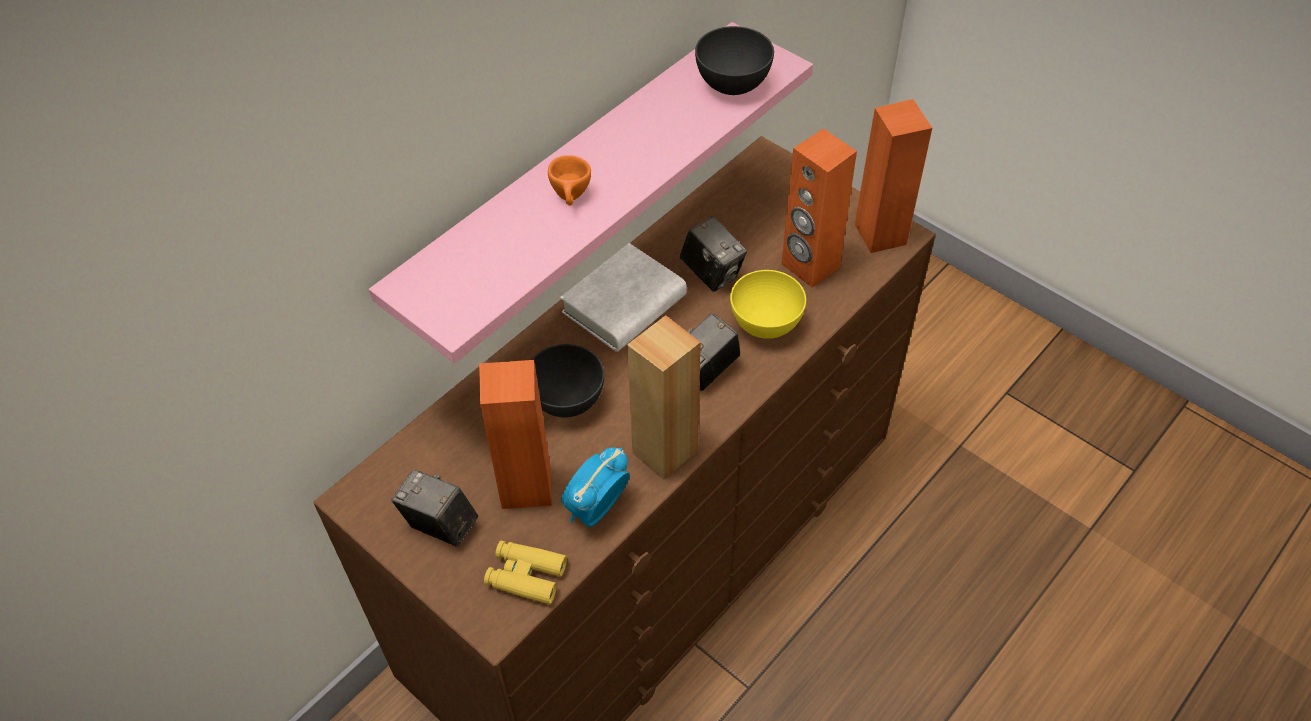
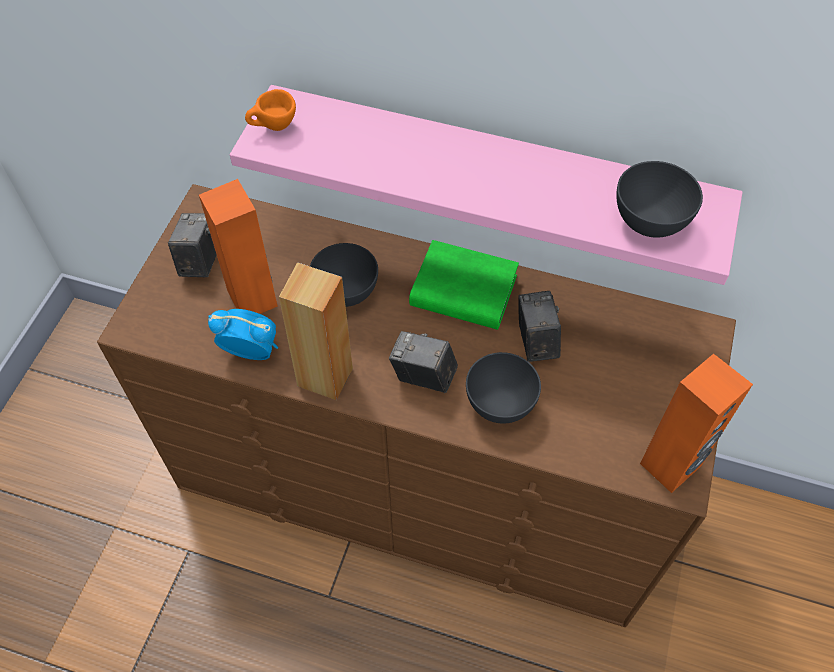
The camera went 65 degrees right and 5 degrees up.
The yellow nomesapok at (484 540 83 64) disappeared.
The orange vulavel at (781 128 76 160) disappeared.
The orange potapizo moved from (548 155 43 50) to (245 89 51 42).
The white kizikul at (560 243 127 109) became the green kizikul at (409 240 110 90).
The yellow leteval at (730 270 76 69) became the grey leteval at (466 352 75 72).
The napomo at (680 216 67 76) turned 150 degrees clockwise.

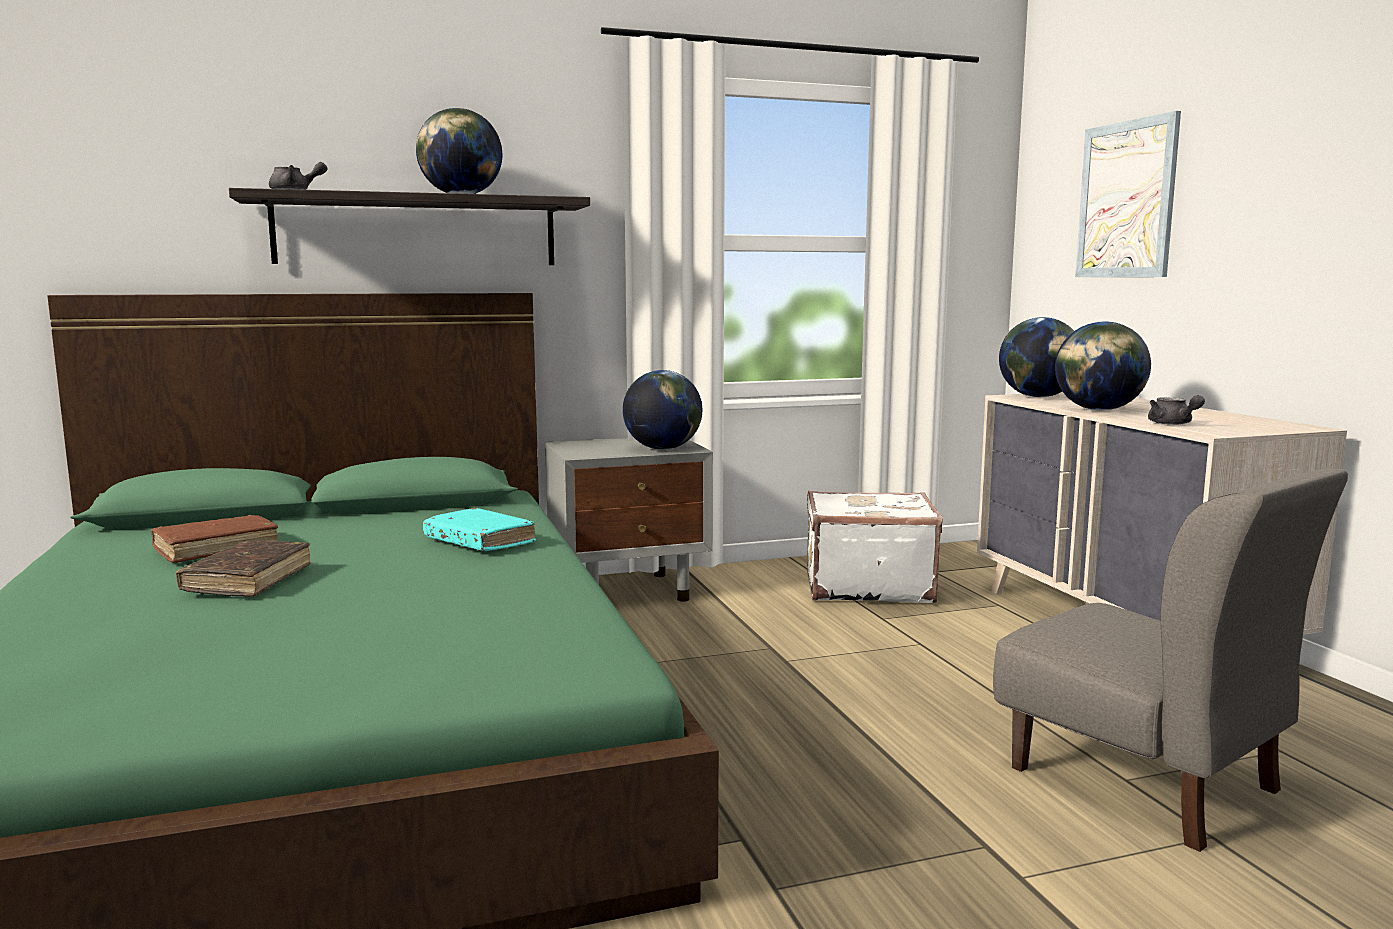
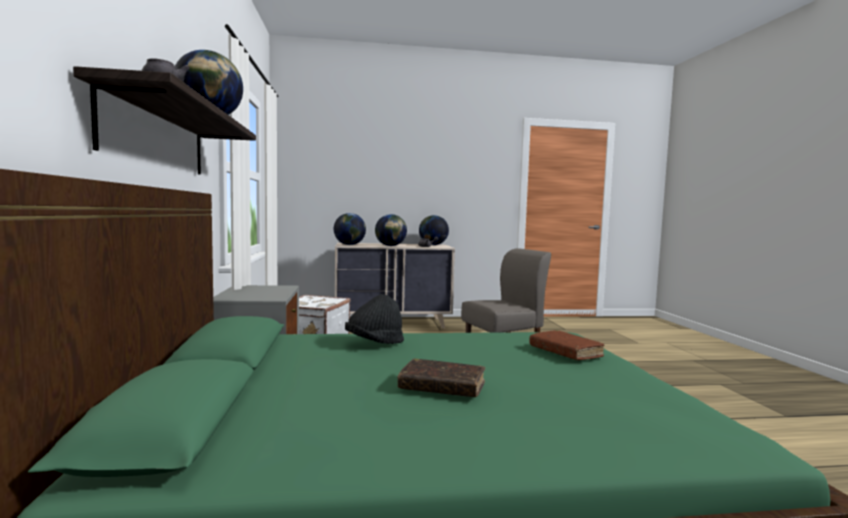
The camera went 80 degrees left and 5 degrees down.
The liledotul at (1075 111 106 166) disappeared.
The brown kizikul moved from (151 515 127 48) to (529 330 75 30).
The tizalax moved from (623 370 79 80) to (419 215 30 30).
The turquoise kizikul at (423 508 113 43) was replaced by the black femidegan at (345 294 59 50).

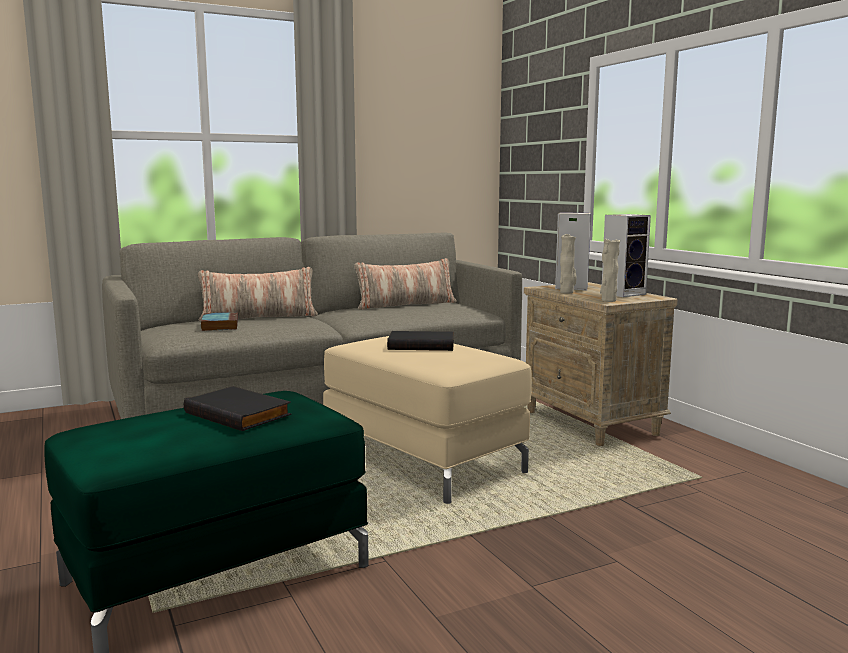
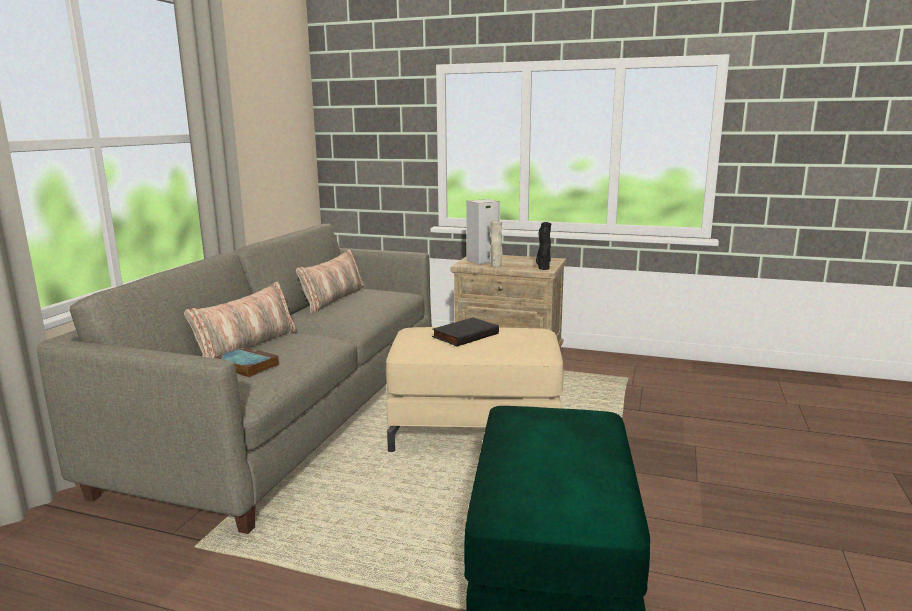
The camera went 45 degrees left and 5 degrees up.
The black kizikul at (184 386 107 45) disappeared.
The vulavel at (602 214 49 83) disappeared.
The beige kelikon at (600 239 20 63) became the black kelikon at (536 222 15 48).

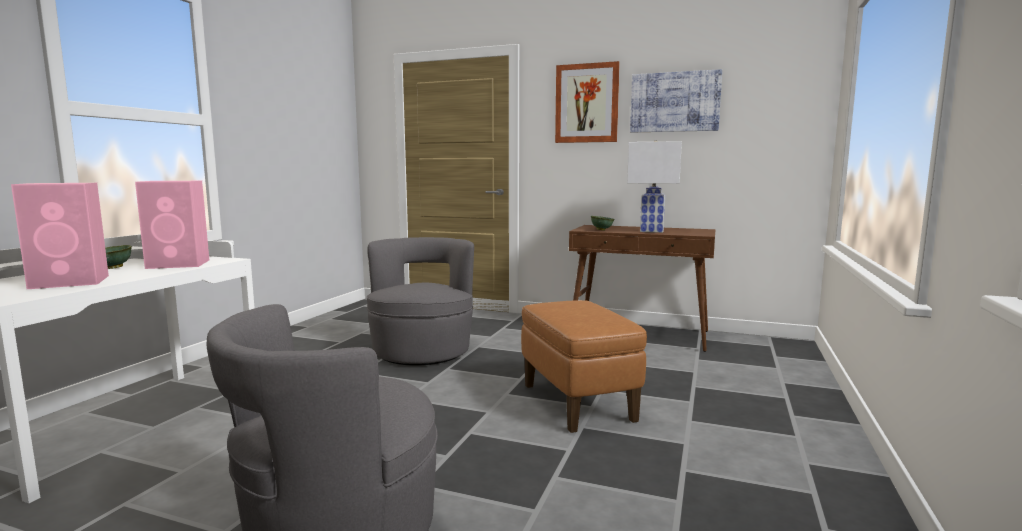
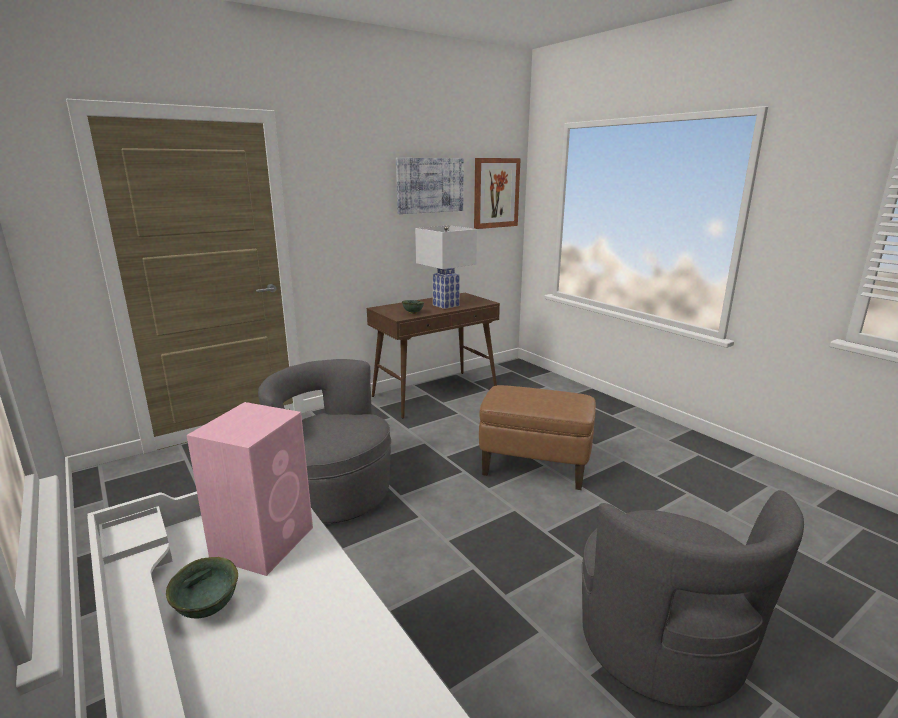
The camera went 55 degrees left and 10 degrees up.
The pink vulavel at (11 183 98 106) disappeared.
The liledotul moved from (555 61 65 82) to (474 158 47 71).

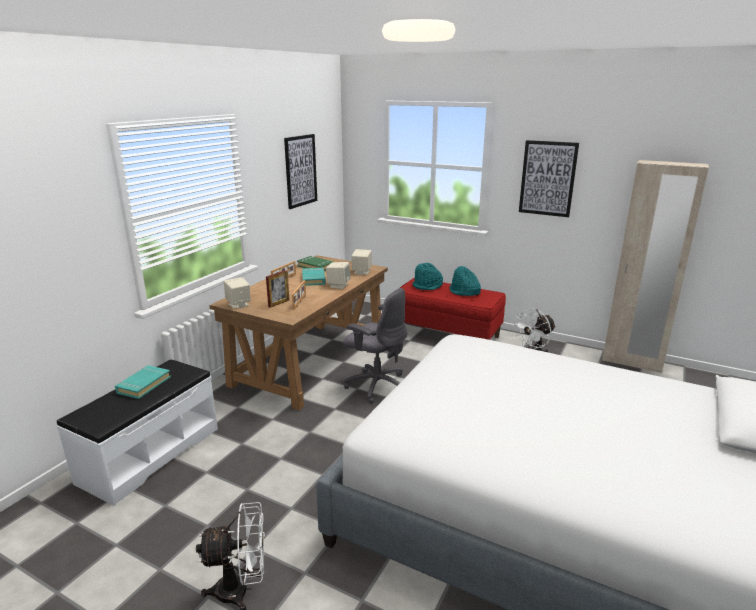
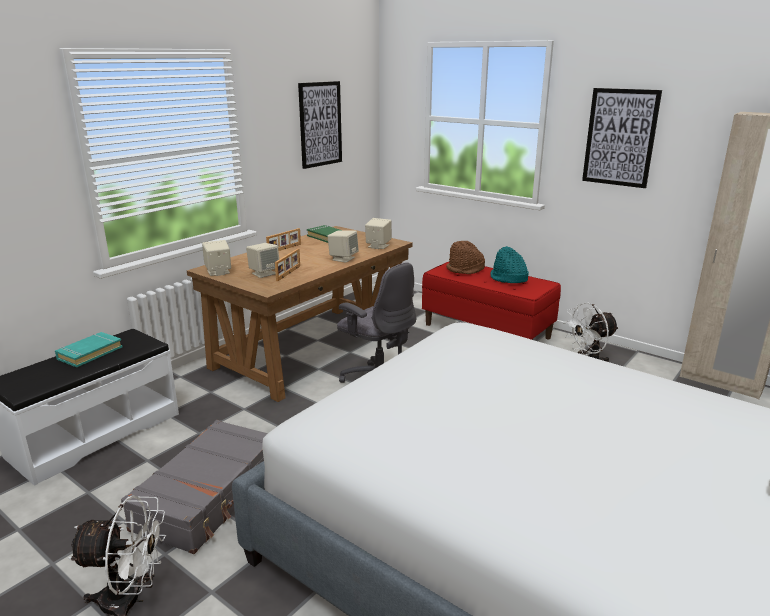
The camera went 10 degrees right and 0 degrees up.
The turquoise kizikul at (302 268 24 18) disappeared.
The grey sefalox at (121 420 147 134) appeared.
The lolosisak at (266 270 23 38) was replaced by the beige vulavel at (246 243 33 35).
The turquoise femidegan at (413 263 30 27) became the brown femidegan at (446 241 39 33).

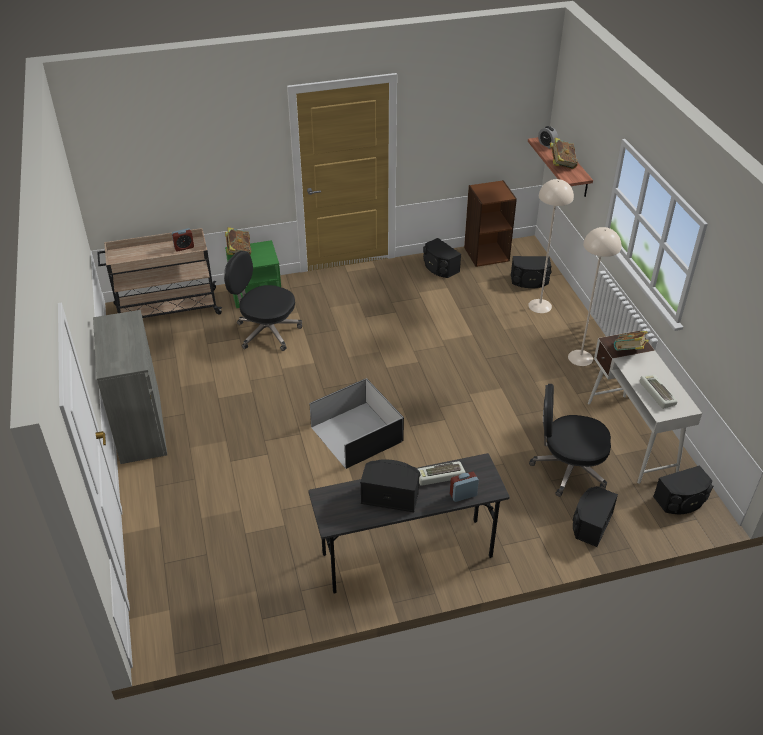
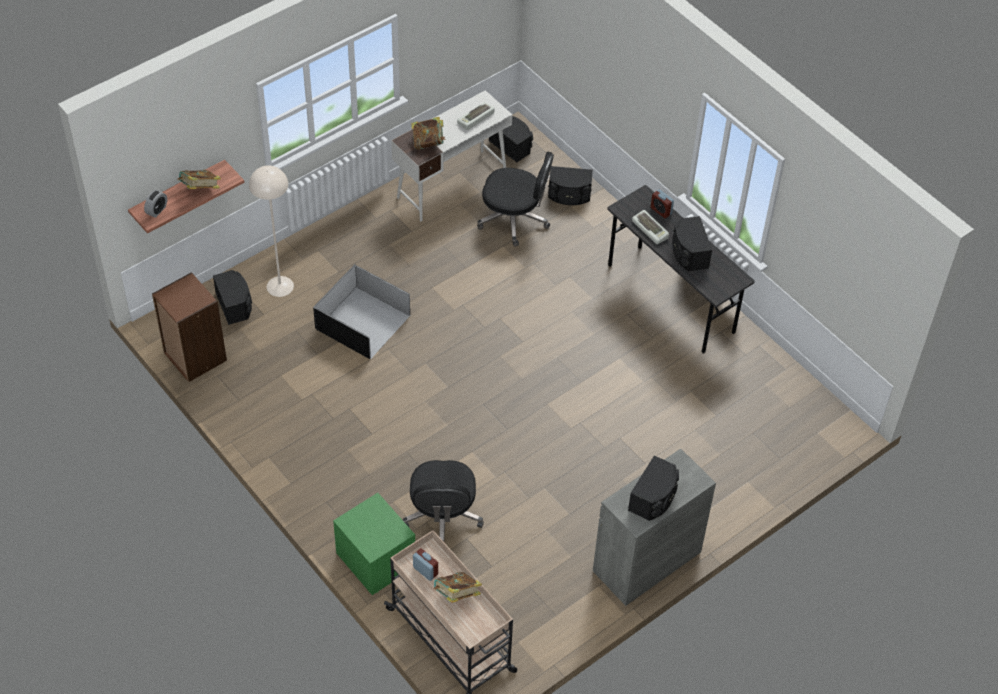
The camera went 115 degrees left and 10 degrees up.
The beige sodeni at (568 227 53 139) disappeared.
The kizikul moved from (225 227 26 28) to (433 572 49 31).
The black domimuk moved from (309 378 95 91) to (313 264 98 95).
The black vulavel moved from (423 238 38 40) to (628 455 51 66).
The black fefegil at (529 384 82 113) turned 60 degrees counterclockwise.

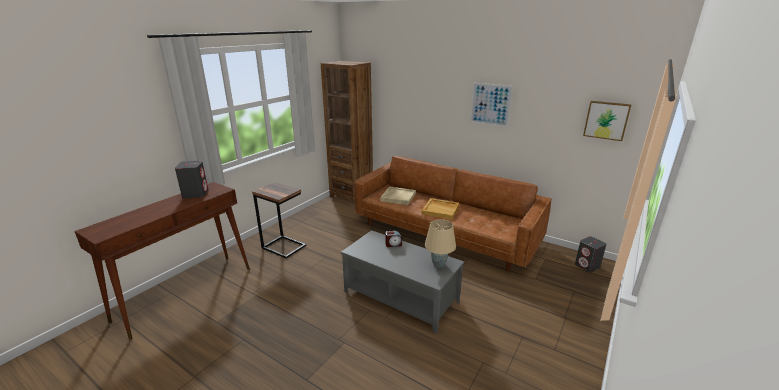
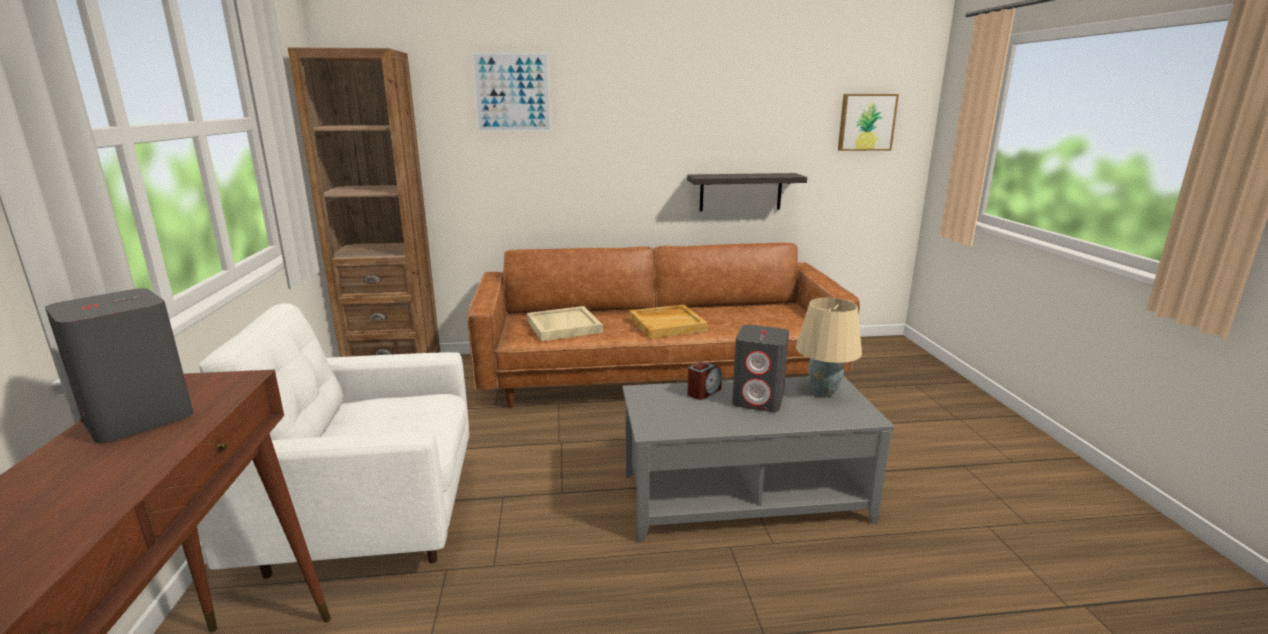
The camera went 40 degrees left and 5 degrees down.
The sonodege at (687 173 120 38) appeared.
The liledotul moved from (470 83 43 44) to (471 52 81 81).
The grey vulavel moved from (575 236 31 36) to (732 325 57 87).
The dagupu at (252 182 54 77) was replaced by the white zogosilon at (197 303 272 276).

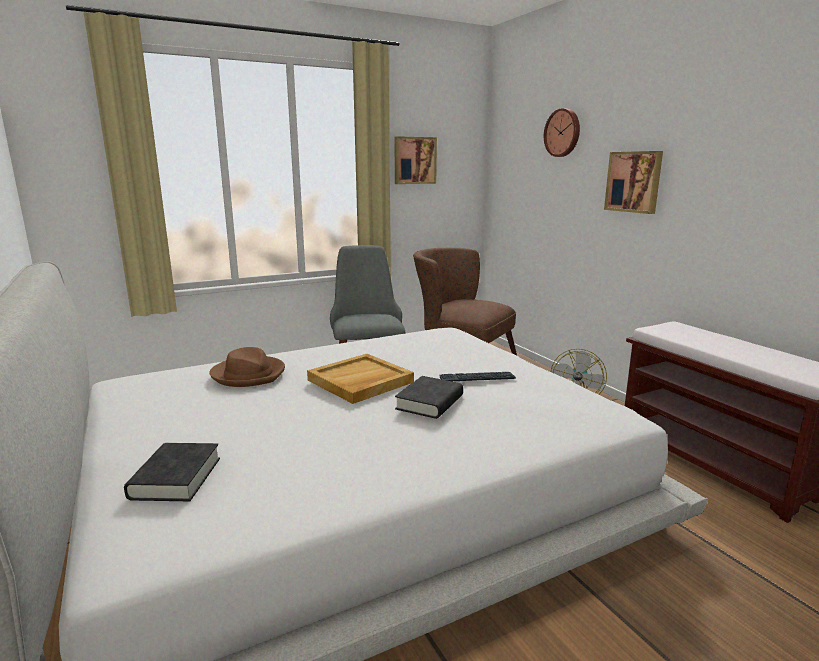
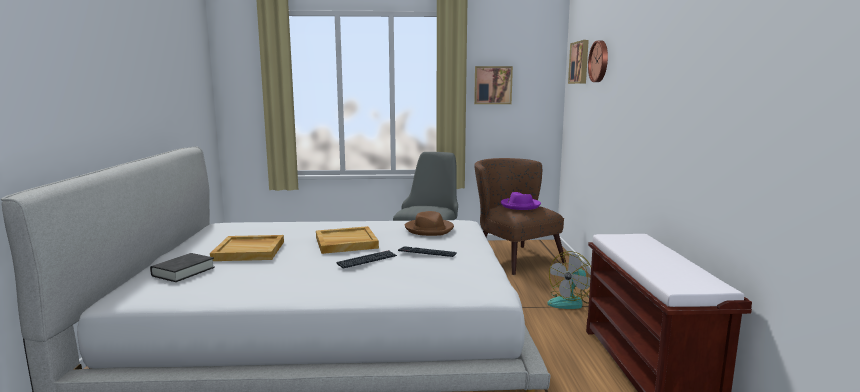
The camera went 25 degrees right and 5 degrees down.
The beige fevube at (210 235 74 26) appeared.
The purple femidegan at (501 192 40 18) appeared.
The brown femidegan moved from (209 347 76 40) to (405 211 49 25).
The liledotul moved from (604 151 59 63) to (568 40 21 44).
The black kizikul at (395 376 68 43) was replaced by the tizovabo at (336 250 61 19).

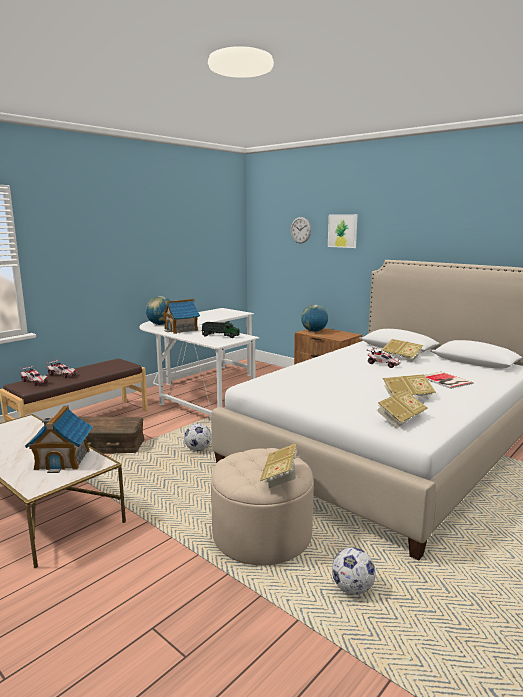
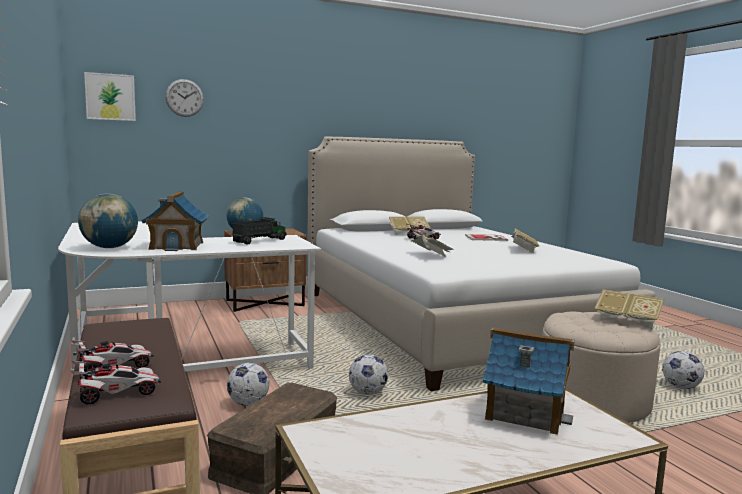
The camera went 65 degrees left and 5 degrees down.
The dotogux at (227 363 43 43) appeared.
The liledotul moved from (328 214 30 34) to (84 72 52 49).
The kizikul moved from (376 390 52 38) to (410 231 44 27).

